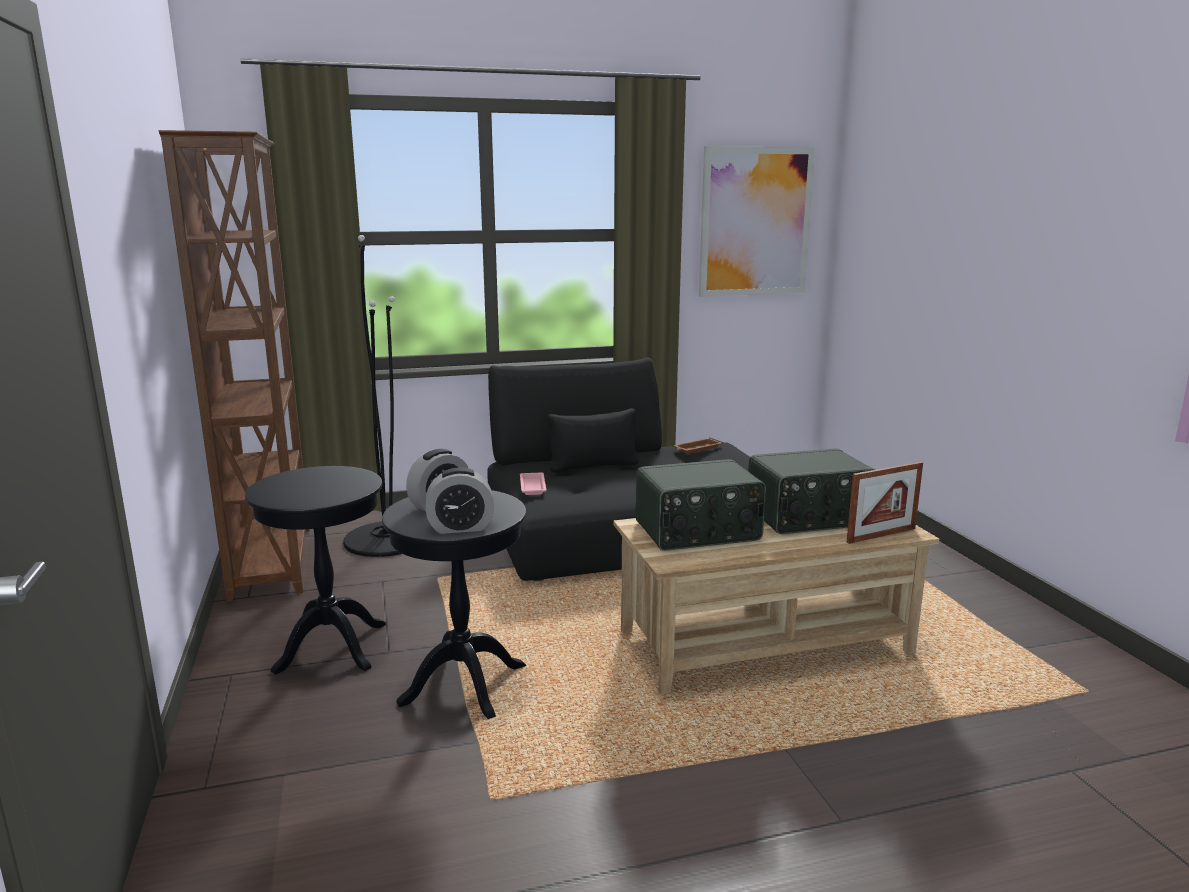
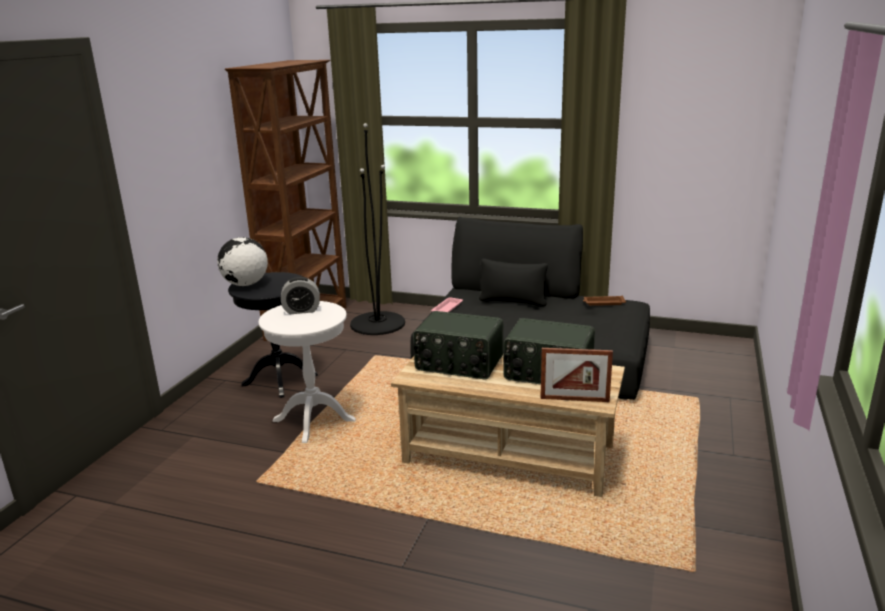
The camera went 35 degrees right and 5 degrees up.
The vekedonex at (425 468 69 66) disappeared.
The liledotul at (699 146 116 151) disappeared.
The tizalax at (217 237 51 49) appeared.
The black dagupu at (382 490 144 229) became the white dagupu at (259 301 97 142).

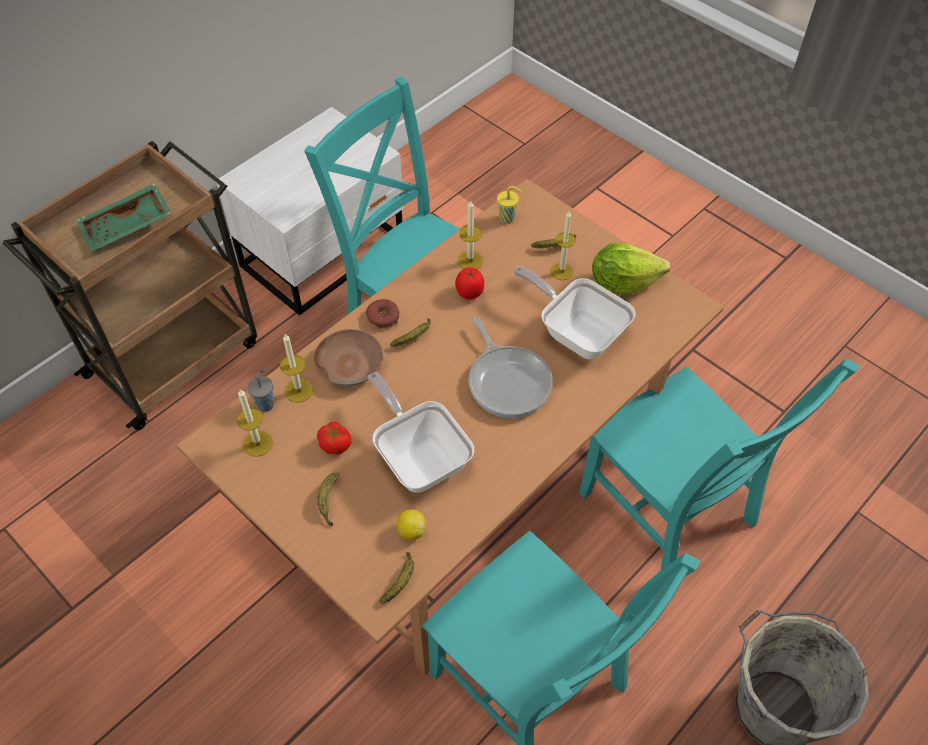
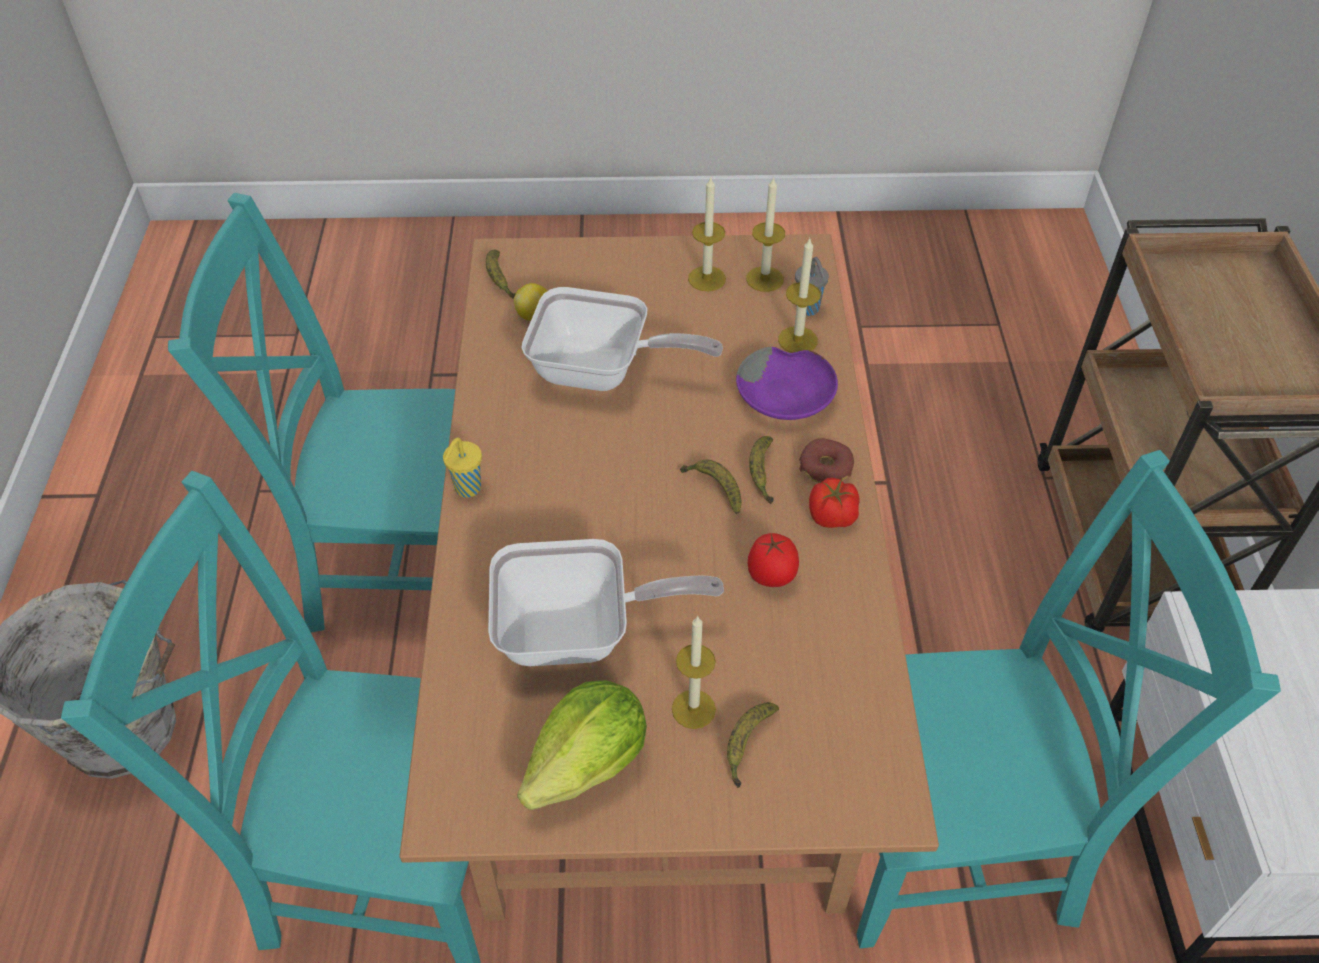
The camera went 135 degrees right and 5 degrees down.
The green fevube at (76 183 95 69) disappeared.
The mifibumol at (469 316 84 102) disappeared.
The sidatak moved from (317 422 34 33) to (809 478 51 50).
The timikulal moved from (318 473 22 54) to (680 459 62 56).
The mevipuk moved from (457 201 26 68) to (688 177 38 114).
The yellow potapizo moved from (497 186 24 38) to (443 438 39 60).
The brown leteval at (314 329 69 57) became the purple leteval at (736 347 102 73).

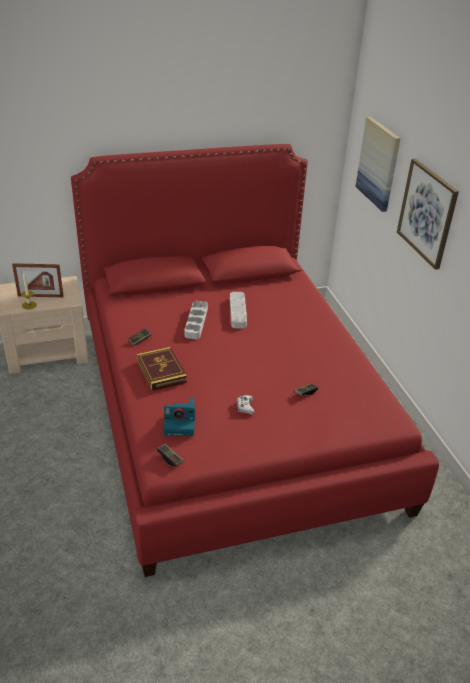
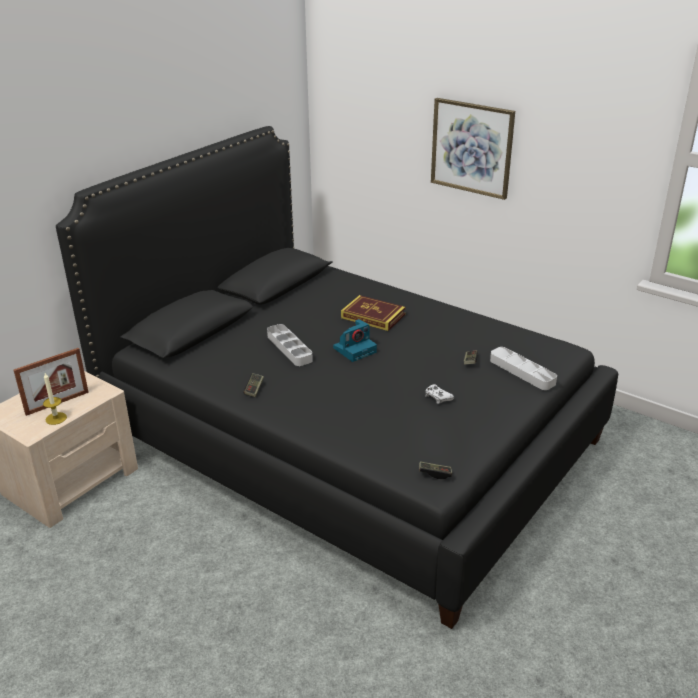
The camera went 35 degrees left and 5 degrees down.
The liledotul at (356 117 44 95) disappeared.
The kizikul moved from (137 347 50 44) to (341 295 65 36).
The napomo moved from (163 398 32 38) to (333 319 44 43).
The grey fevube moved from (230 292 17 36) to (490 347 67 43).
The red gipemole at (71 144 368 433) became the black gipemole at (56 126 562 503).

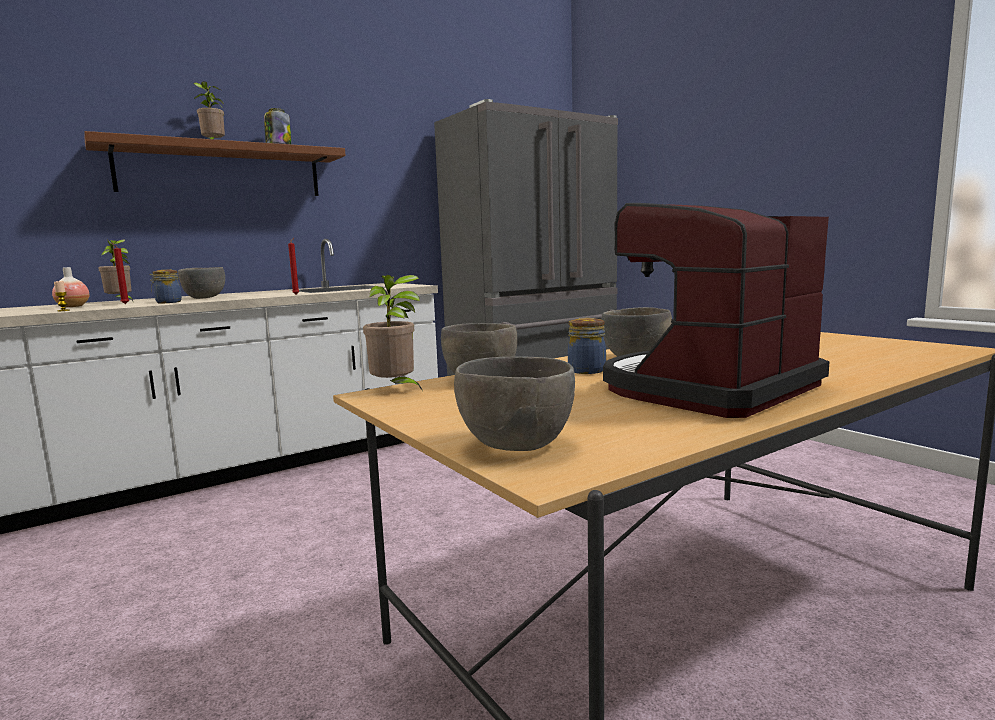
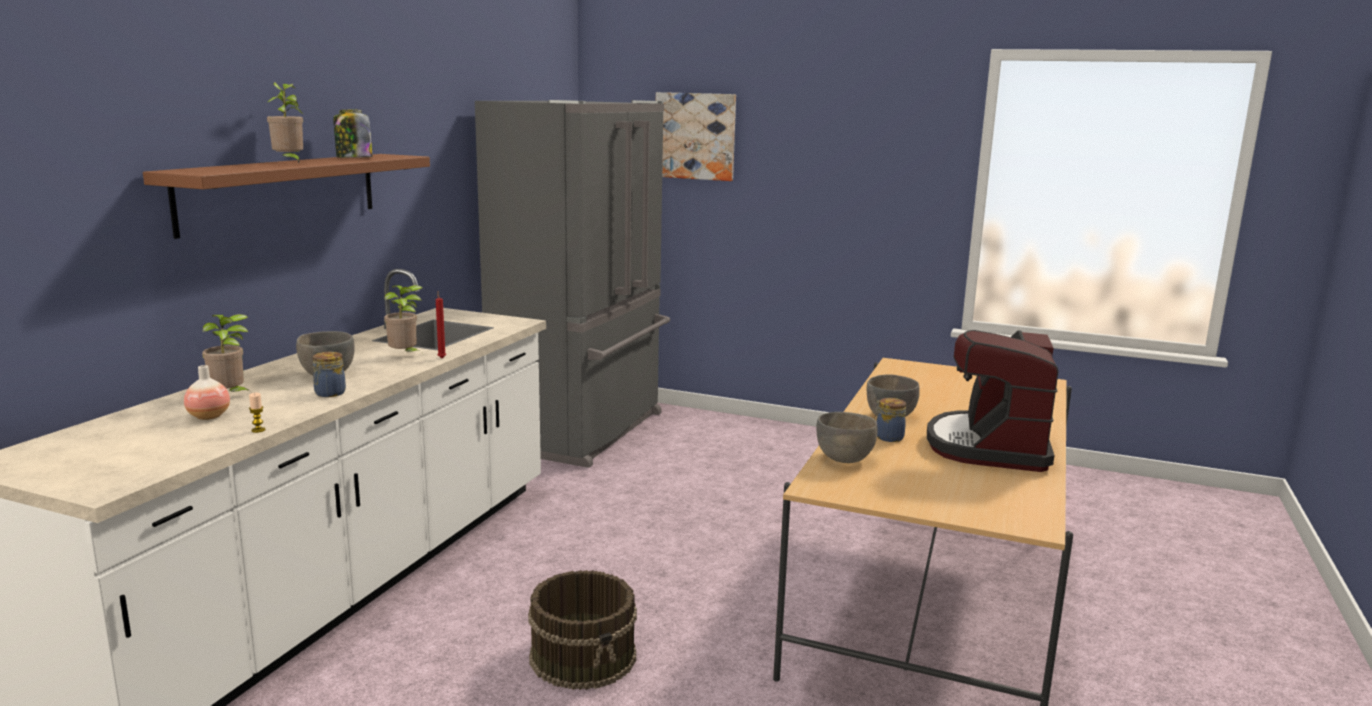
The camera went 35 degrees left and 5 degrees up.
The red mevipuk at (112 243 17 61) disappeared.
The grey leteval at (454 356 121 95) disappeared.
The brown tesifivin at (528 570 109 120) appeared.
The liledotul at (656 92 80 89) appeared.
The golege moved from (363 275 60 116) to (384 285 39 67).

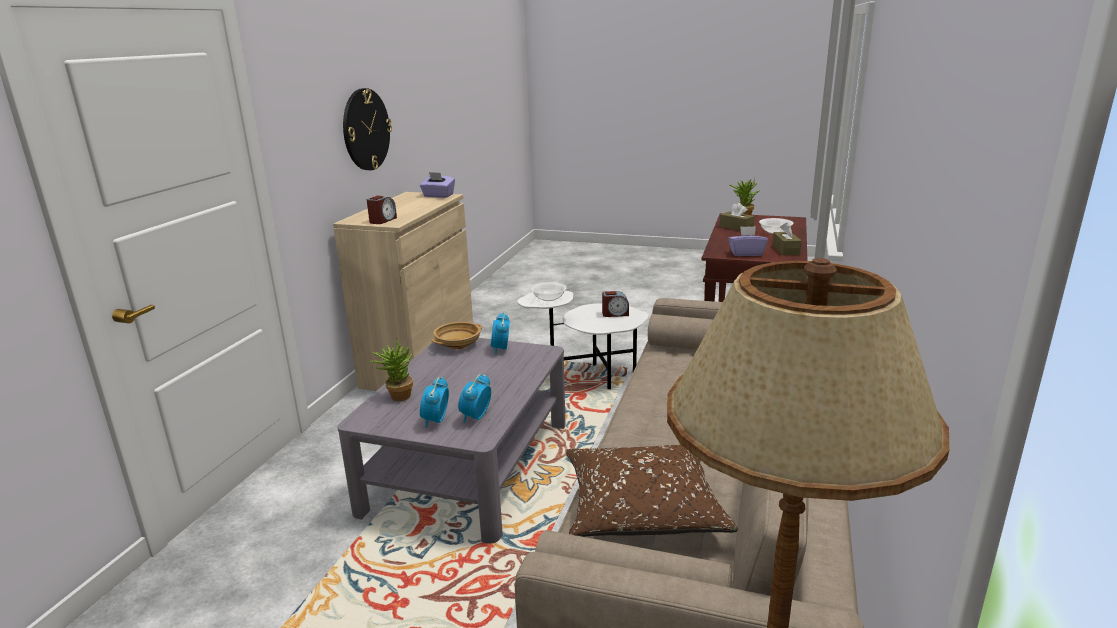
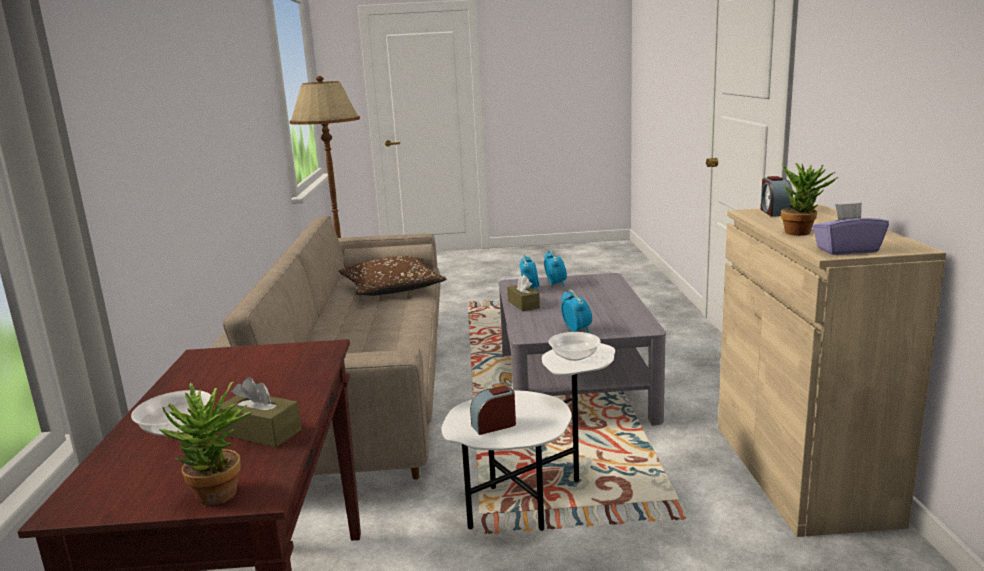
The camera went 160 degrees right and 5 degrees down.
The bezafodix at (343 88 49 82) disappeared.
The beige leteval at (431 322 51 27) disappeared.
The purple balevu at (728 226 40 30) disappeared.
The golege moved from (370 338 43 63) to (781 163 58 73).
The brown balevu moved from (772 222 30 33) to (507 275 33 36).

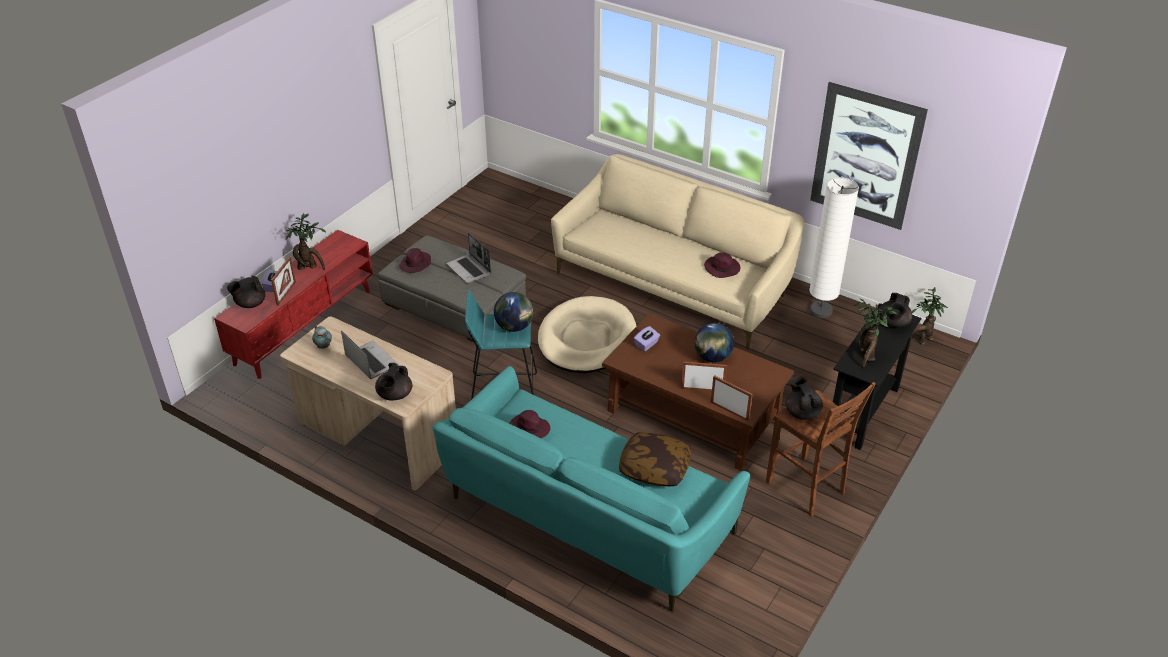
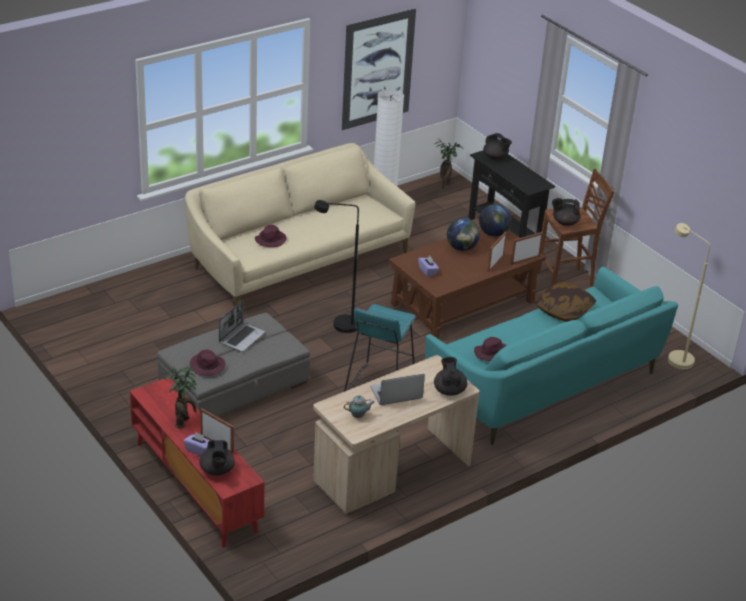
The camera went 70 degrees left and 5 degrees down.
The golege at (854 298 44 70) disappeared.
The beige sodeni at (668 223 42 146) appeared.
The tizalax moved from (494 292 40 40) to (479 204 33 33).
The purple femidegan moved from (704 252 37 26) to (255 225 32 22).
The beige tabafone at (538 296 98 77) was replaced by the black sodeni at (314 200 45 133).
The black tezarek at (375 363 37 38) turned 135 degrees counterclockwise.
The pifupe at (446 232 45 51) turned 45 degrees counterclockwise.

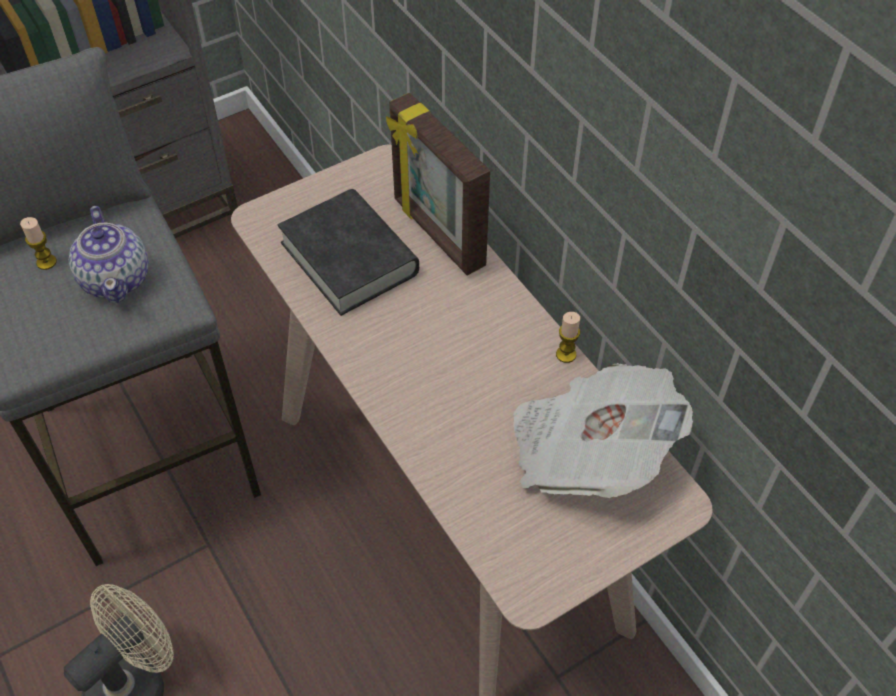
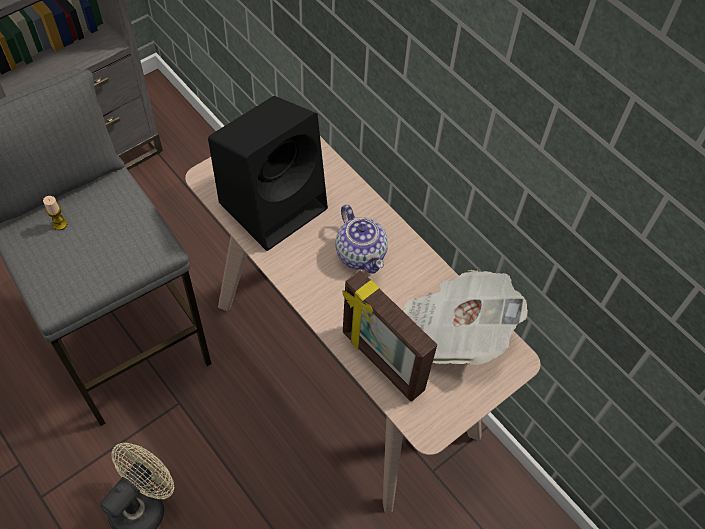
The camera went 10 degrees left and 5 degrees up.
The mevipuk at (556 312 24 51) disappeared.
The tezarek moved from (69 206 79 97) to (335 205 53 69).
The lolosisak moved from (386 93 104 183) to (342 270 95 132).
The black kizikul at (278 189 141 127) was replaced by the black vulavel at (208 96 120 155).

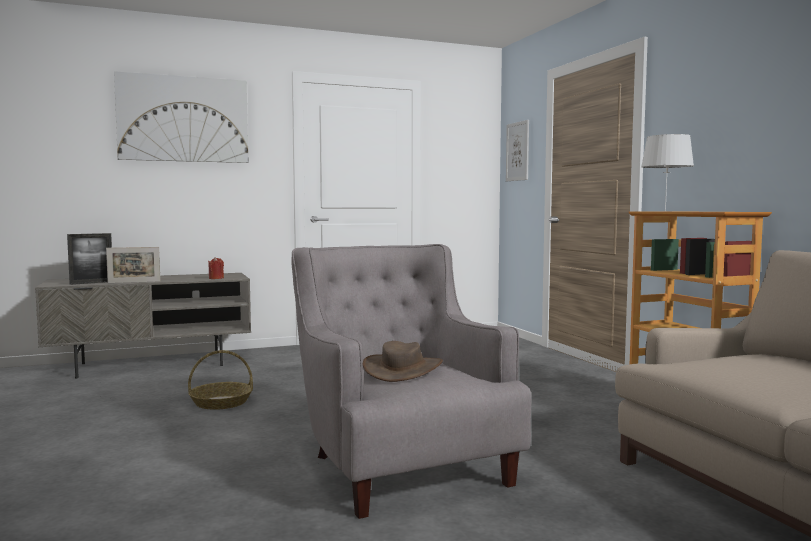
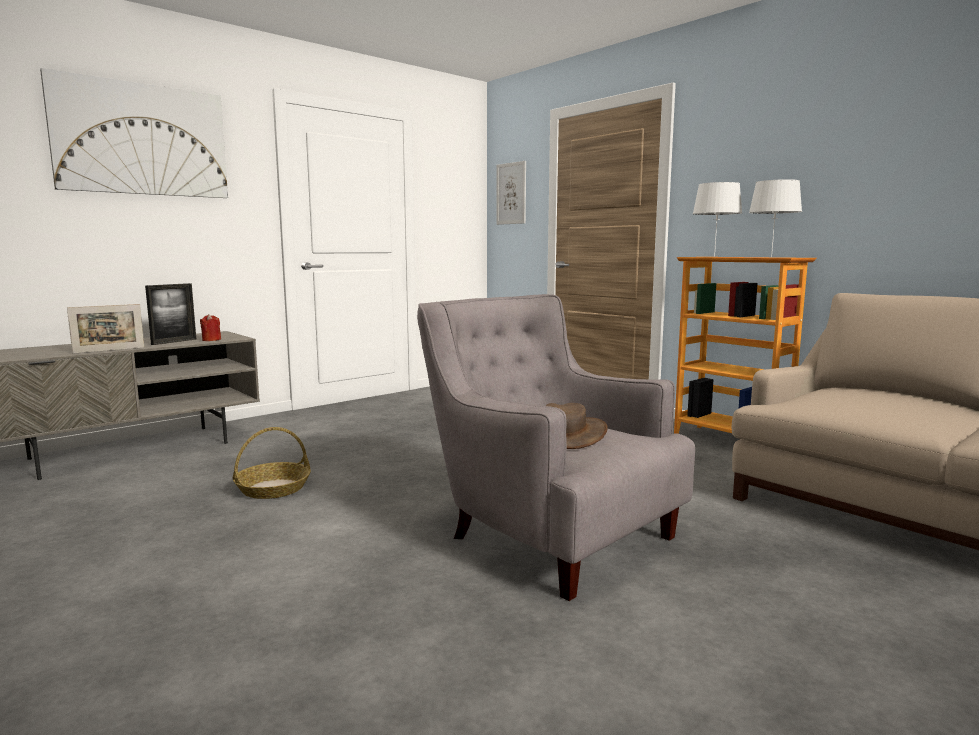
The camera went 20 degrees left and 5 degrees up.
The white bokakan at (749 179 53 78) appeared.
The lolosisak moved from (67 233 45 52) to (145 283 51 62).

